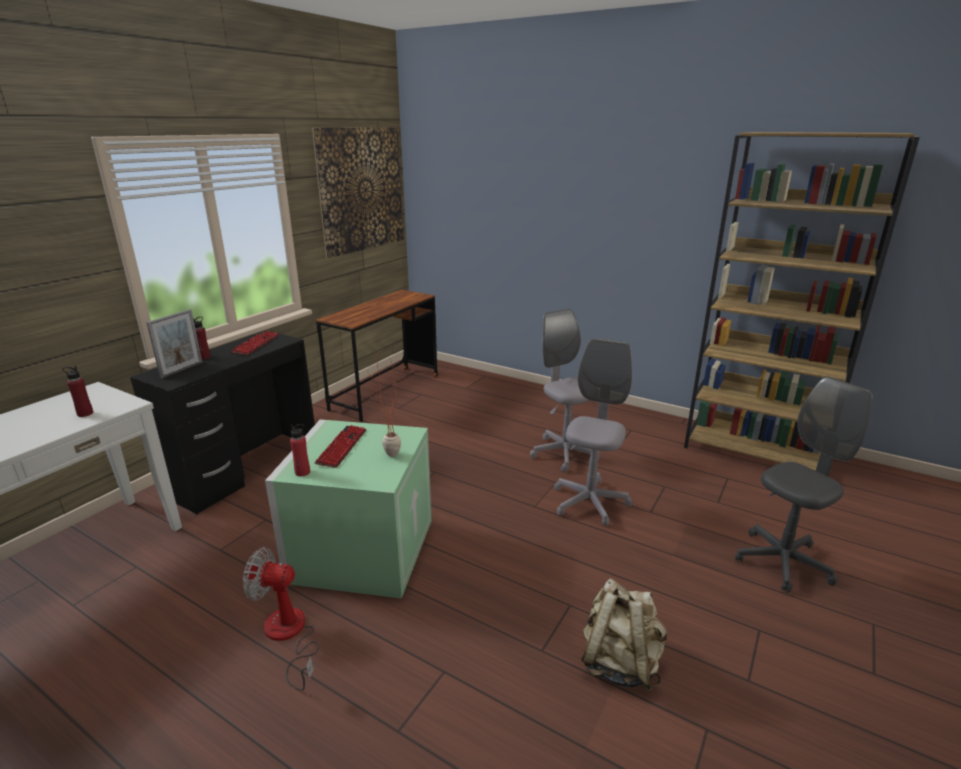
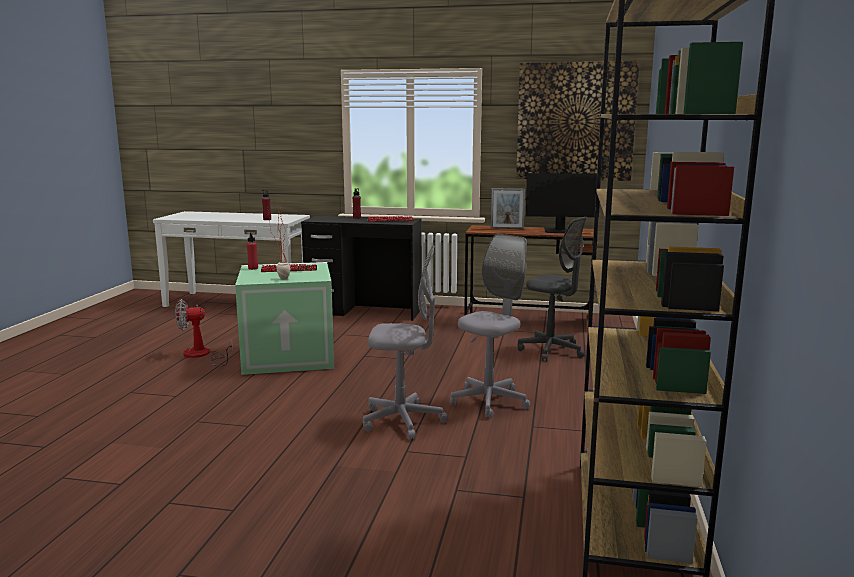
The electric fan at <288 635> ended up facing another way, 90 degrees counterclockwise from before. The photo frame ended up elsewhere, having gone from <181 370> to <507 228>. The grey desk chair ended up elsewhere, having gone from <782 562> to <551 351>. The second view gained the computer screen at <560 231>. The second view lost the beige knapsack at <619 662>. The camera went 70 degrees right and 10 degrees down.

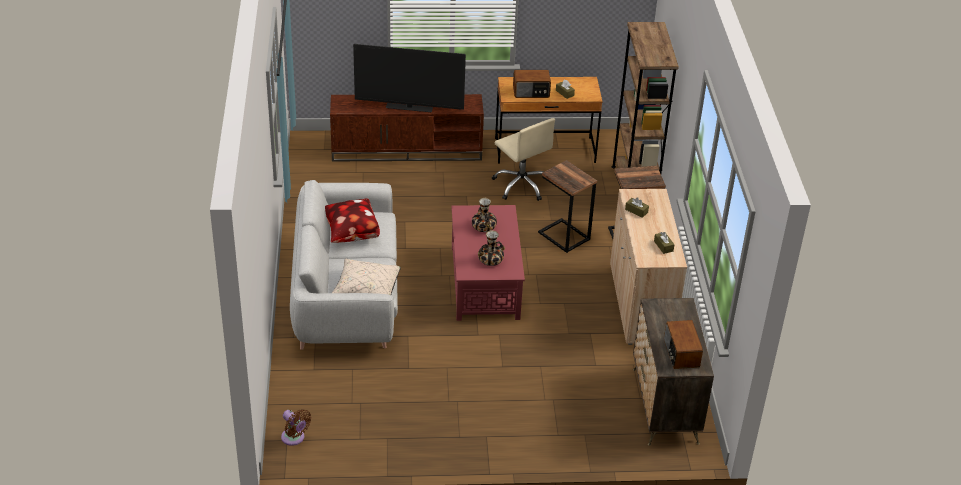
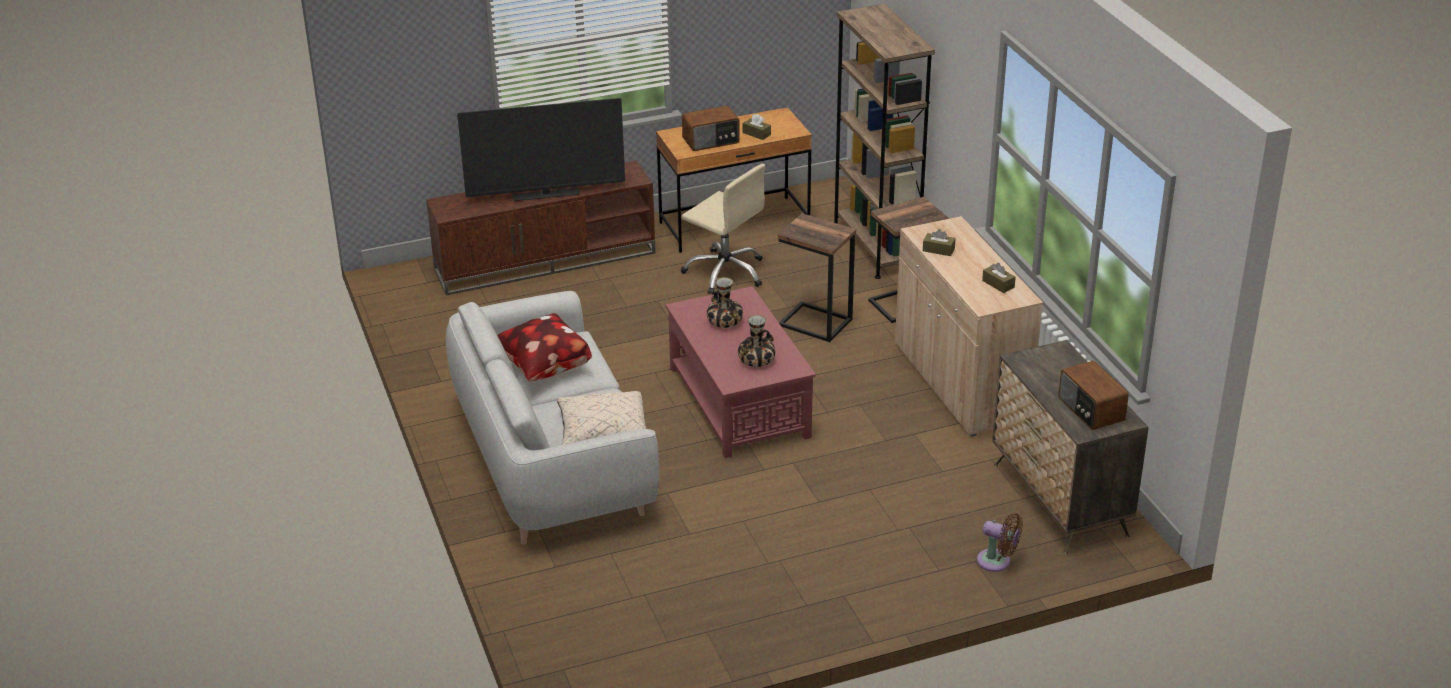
The brown-coloured electric fan ended up elsewhere, having gone from <294 438> to <997 562>. The camera went 15 degrees left and 5 degrees down.

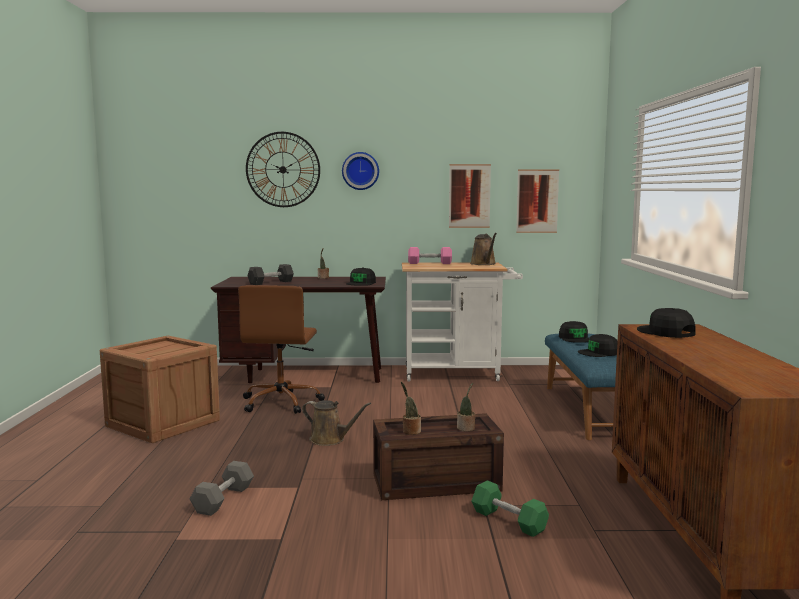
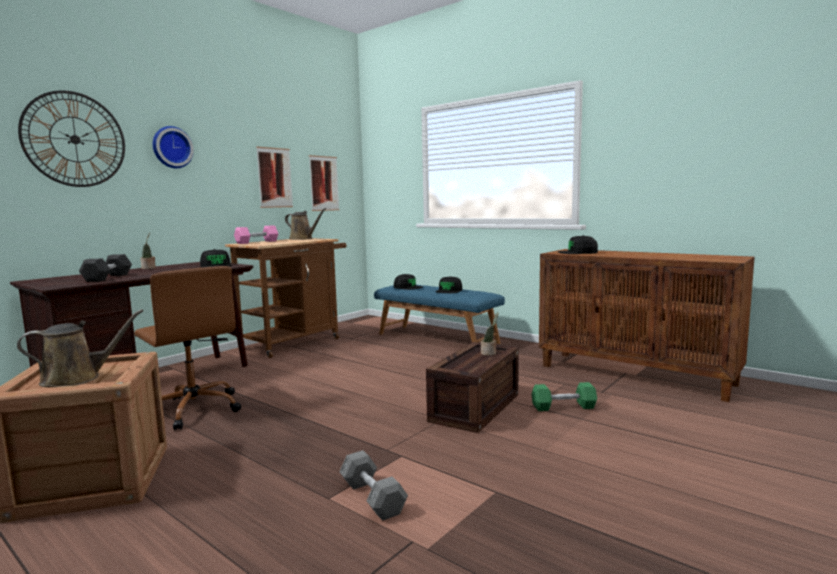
The brown-coloured sprinkling can ended up elsewhere, having gone from <330 440> to <77 378>. What was the white cart at <458 374> turned into the brown-coloured cart at <295 342>. The second view lost the houseplant at <410 431>. The camera went 50 degrees left and 0 degrees up.

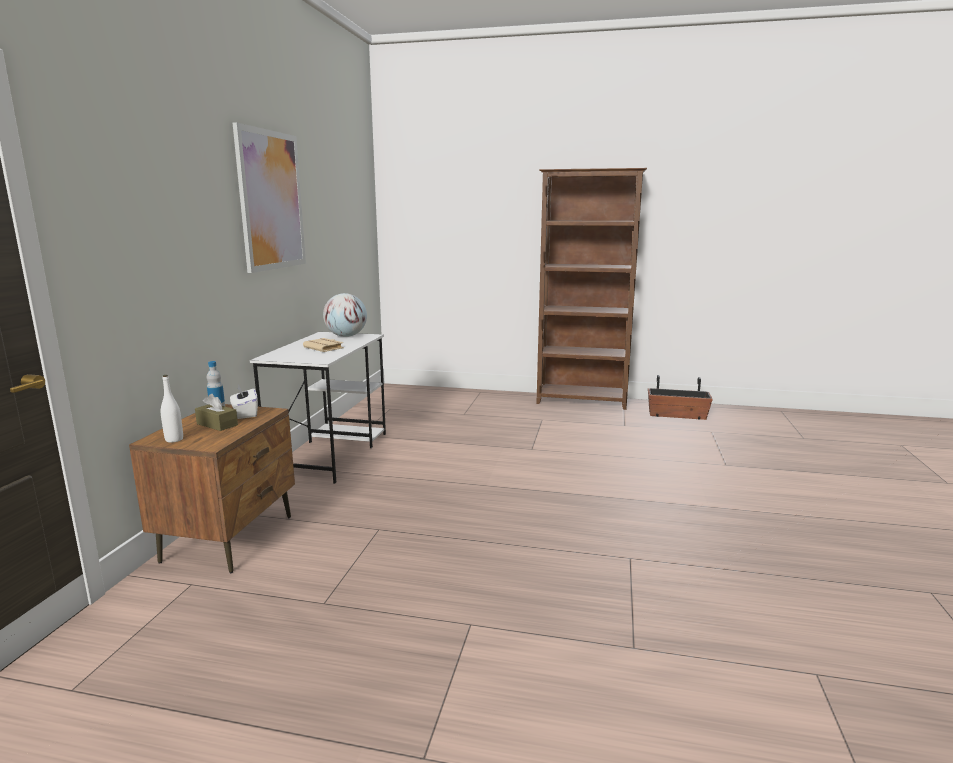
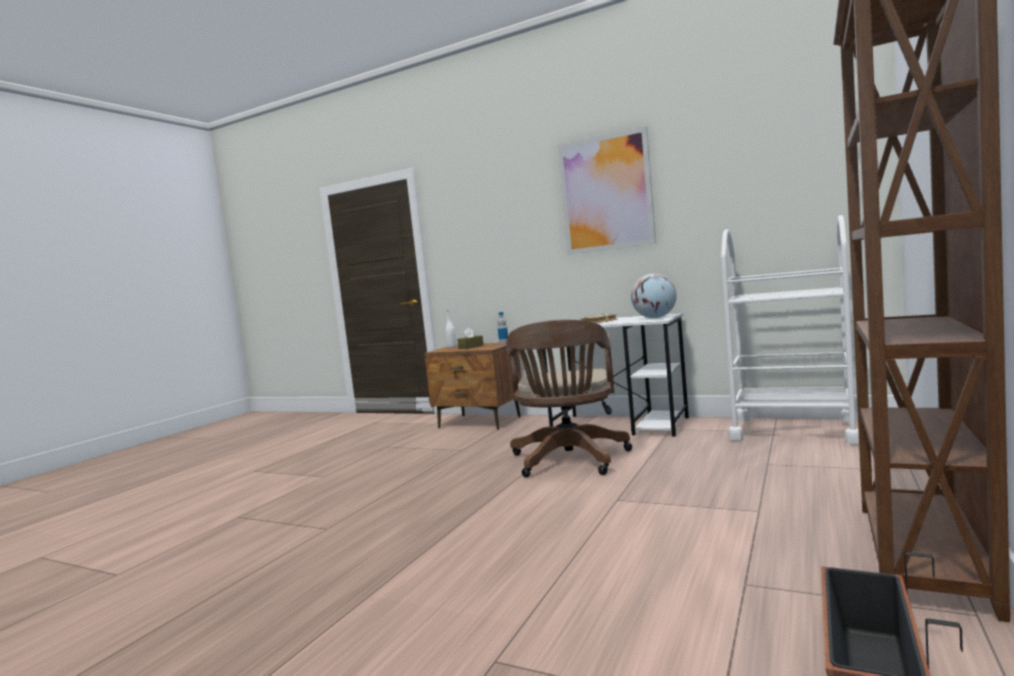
The second view gained the brown-coloured desk chair at <569 461>. The second view gained the white cart at <793 430>. The second view lost the white tissue box at <245 414>. The camera went 105 degrees right and 10 degrees down.

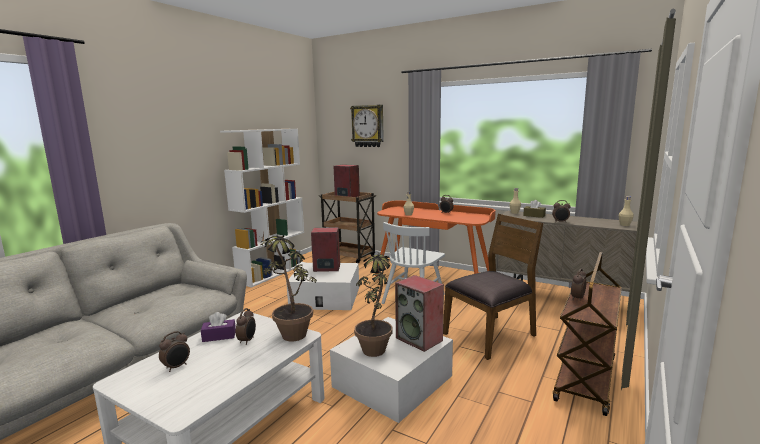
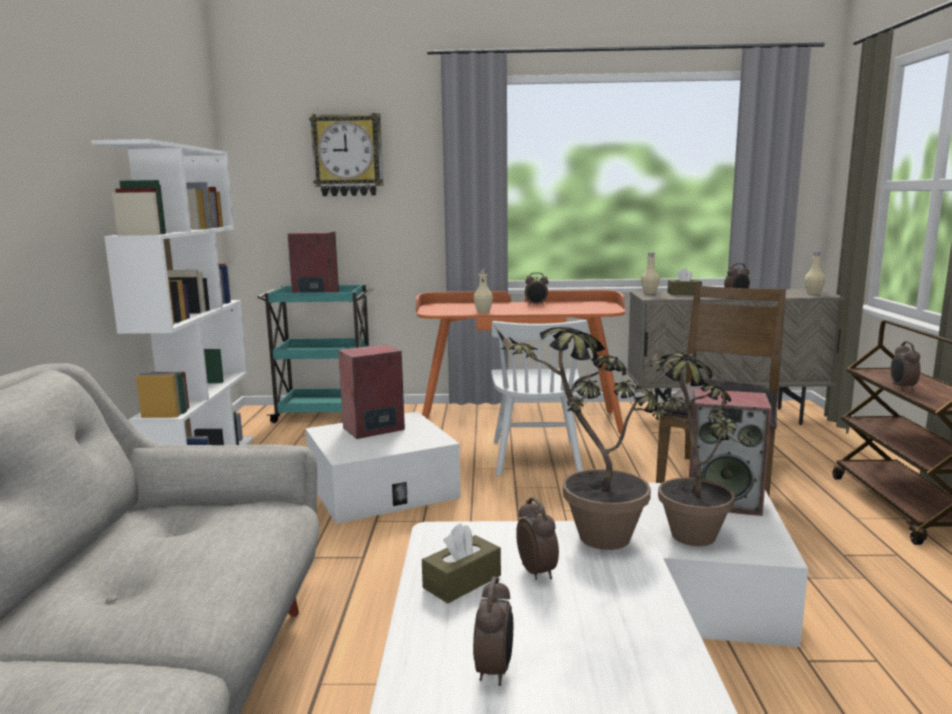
What was the brown-coloured cart at <349 256> turned into the turquoise cart at <325 413>. What was the purple tissue box at <219 336> turned into the brown-coloured tissue box at <462 582>. The camera went 30 degrees left and 0 degrees up.

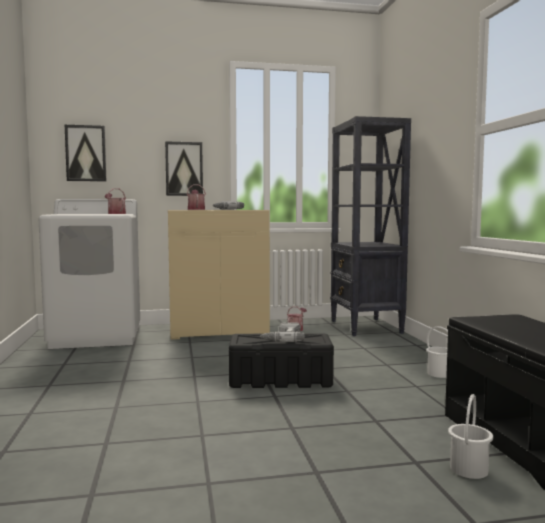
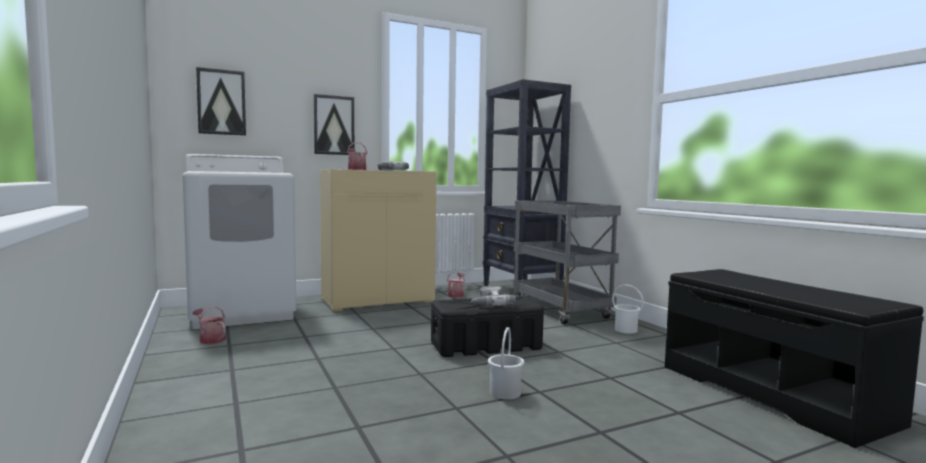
The sprinkling can ended up elsewhere, having gone from <115 213> to <210 339>. The white pail ended up elsewhere, having gone from <469 469> to <505 393>. The second view gained the grey cart at <561 311>. The camera went 15 degrees left and 0 degrees up.

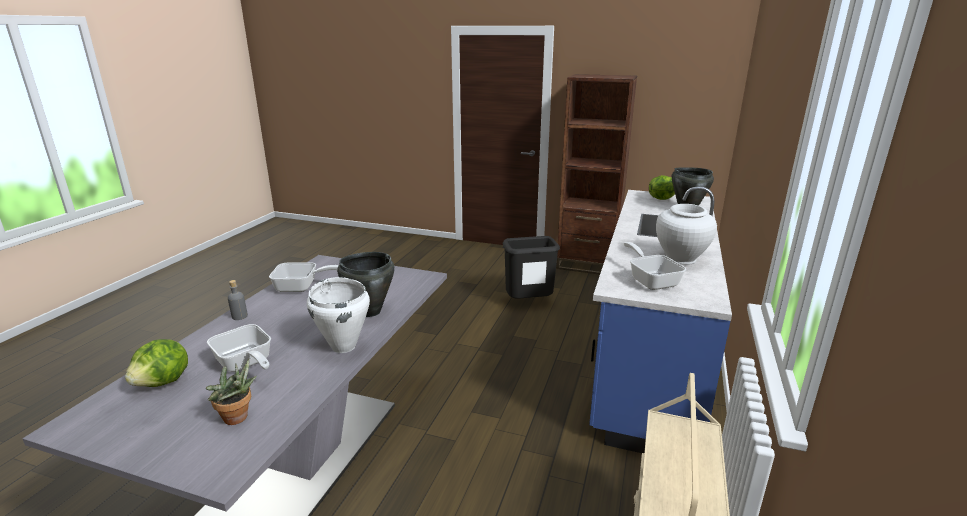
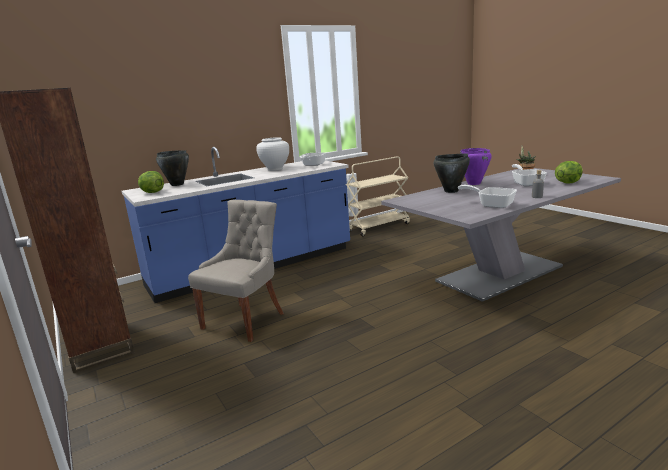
Where the blackish trash can stood at <528 304>, the grey plain chair came to stand at <245 320>. What was the white saucepot at <344 346> turned into the purple saucepot at <473 183>. The camera went 140 degrees left and 5 degrees down.

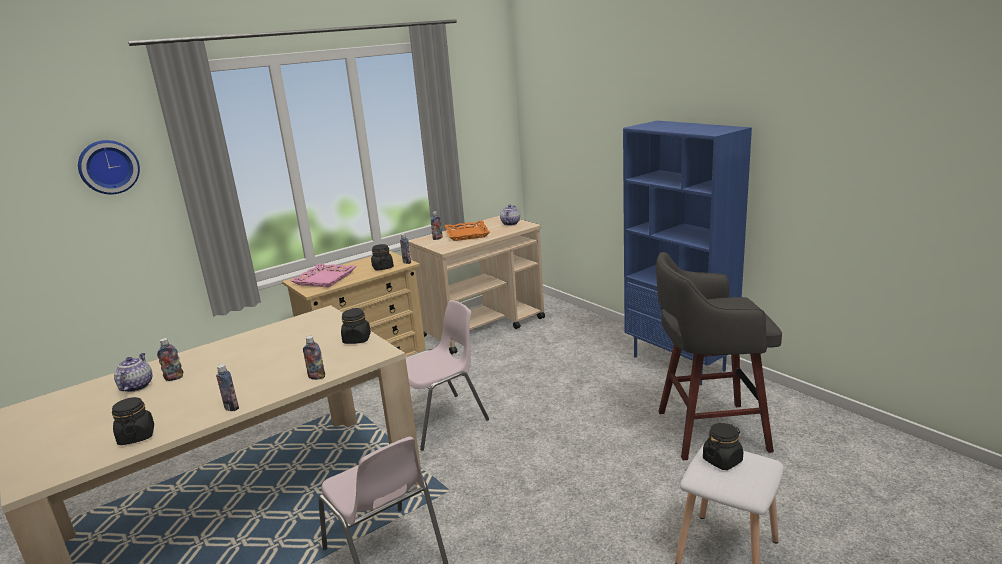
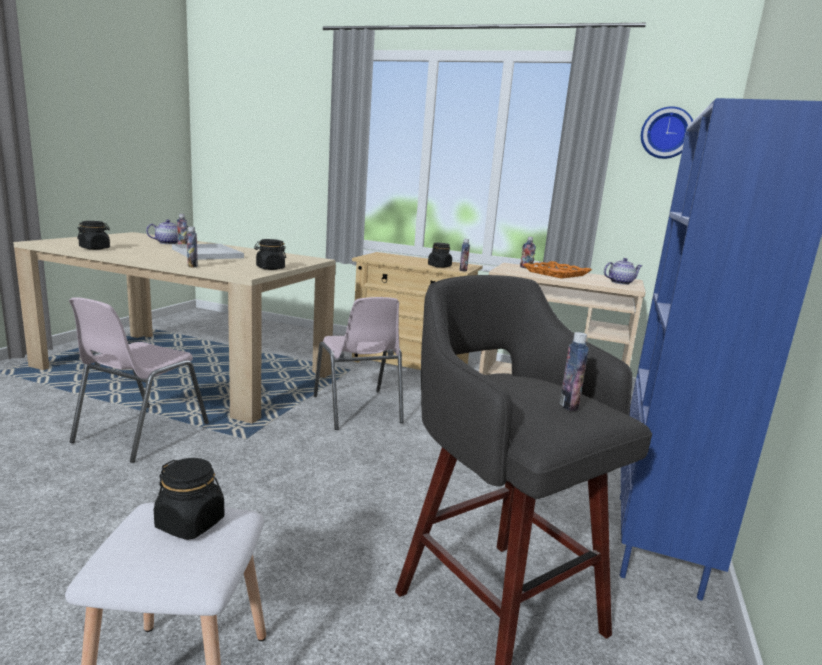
The second view gained the white tray at <208 253>. The pink plain chair at <441 420> ended up facing another way, 45 degrees clockwise from before. The bottle ended up elsewhere, having gone from <231 408> to <568 405>. The wall clock ended up elsewhere, having gone from <108 166> to <666 133>. The second view lost the pink tray at <324 279>. The camera went 55 degrees right and 5 degrees down.

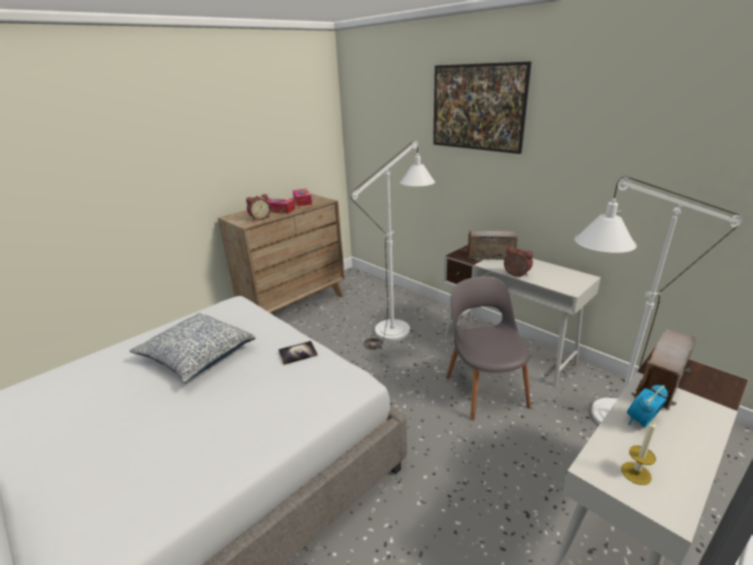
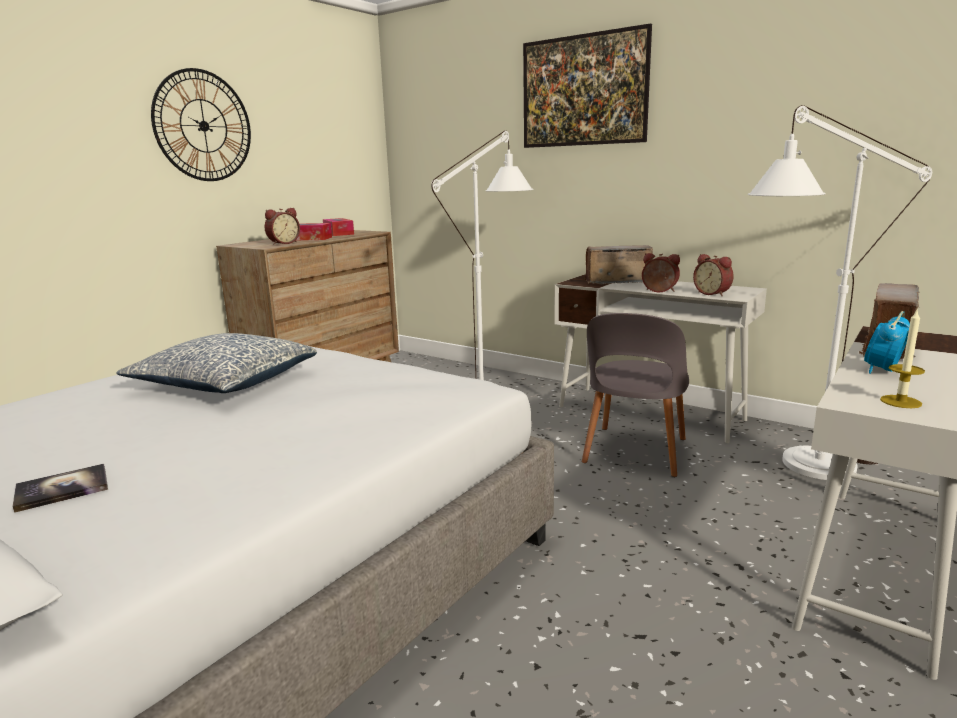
The bound book ended up elsewhere, having gone from <298 353> to <62 489>. The second view gained the wall clock at <203 126>. The grey plain chair at <485 389> ended up facing another way, 135 degrees counterclockwise from before. The second view gained the alarm clock at <713 293>. The camera went 10 degrees left and 10 degrees down.

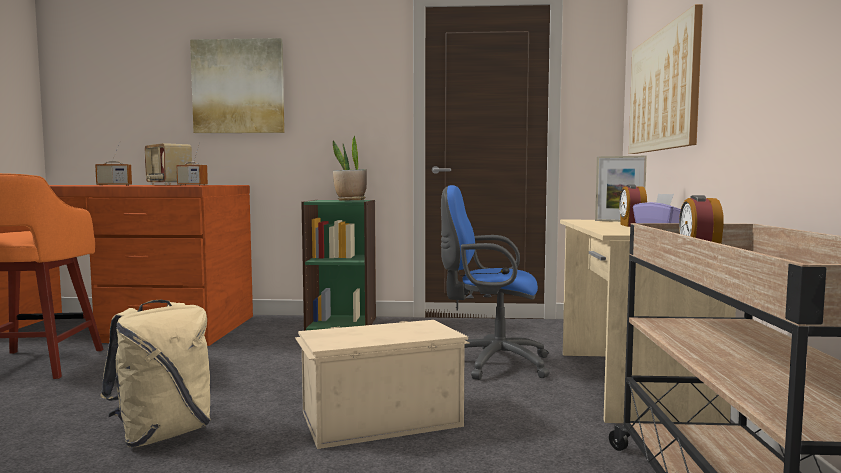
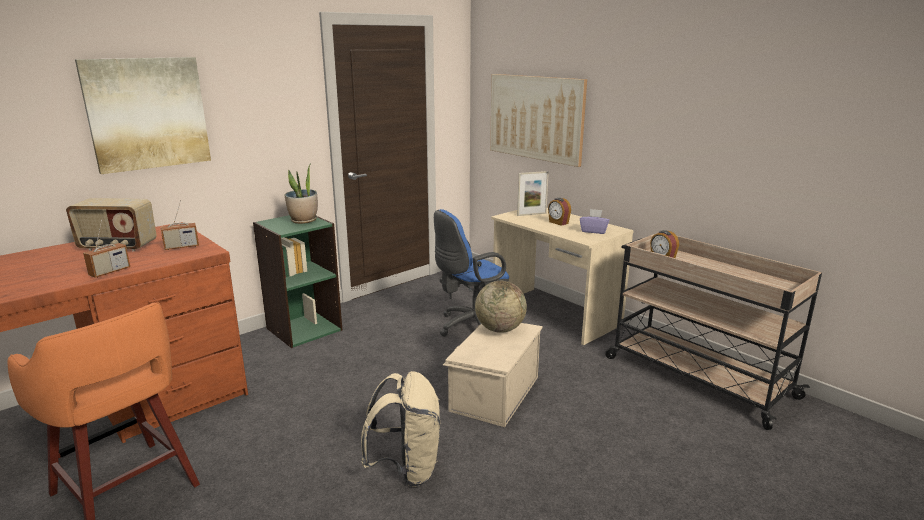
The second view gained the globe at <500 329>. The camera went 45 degrees left and 15 degrees up.

